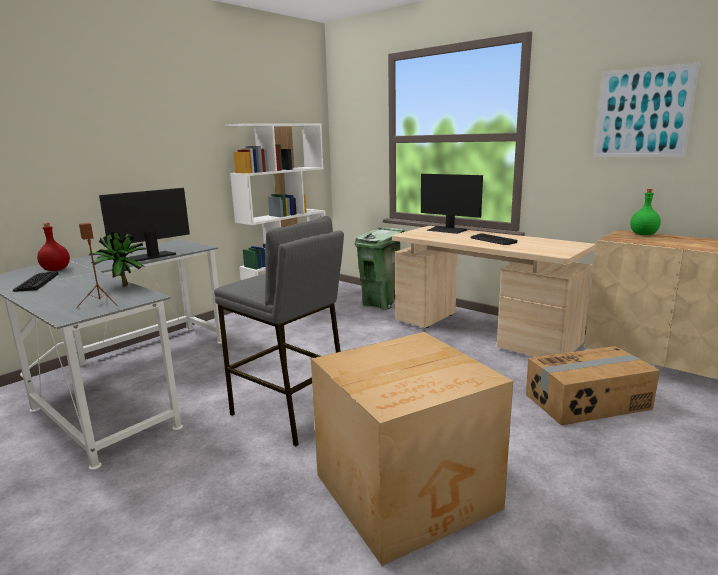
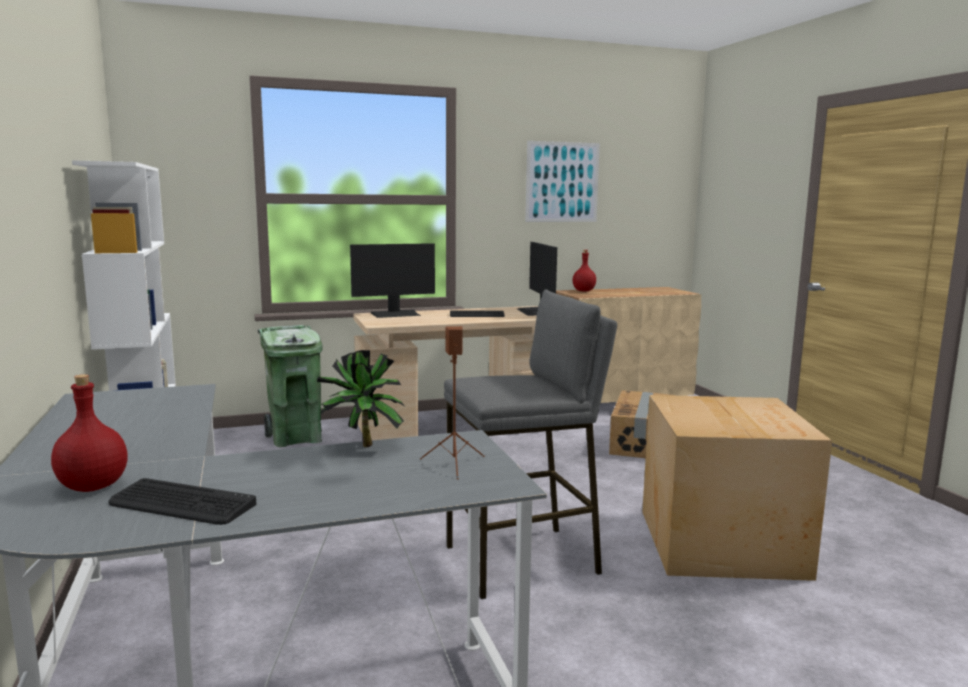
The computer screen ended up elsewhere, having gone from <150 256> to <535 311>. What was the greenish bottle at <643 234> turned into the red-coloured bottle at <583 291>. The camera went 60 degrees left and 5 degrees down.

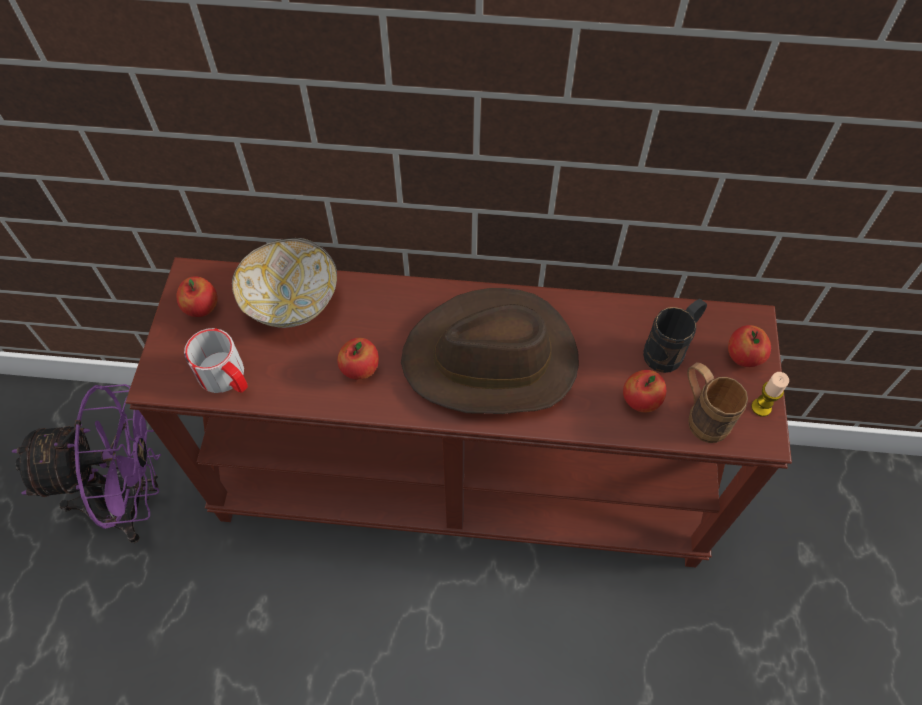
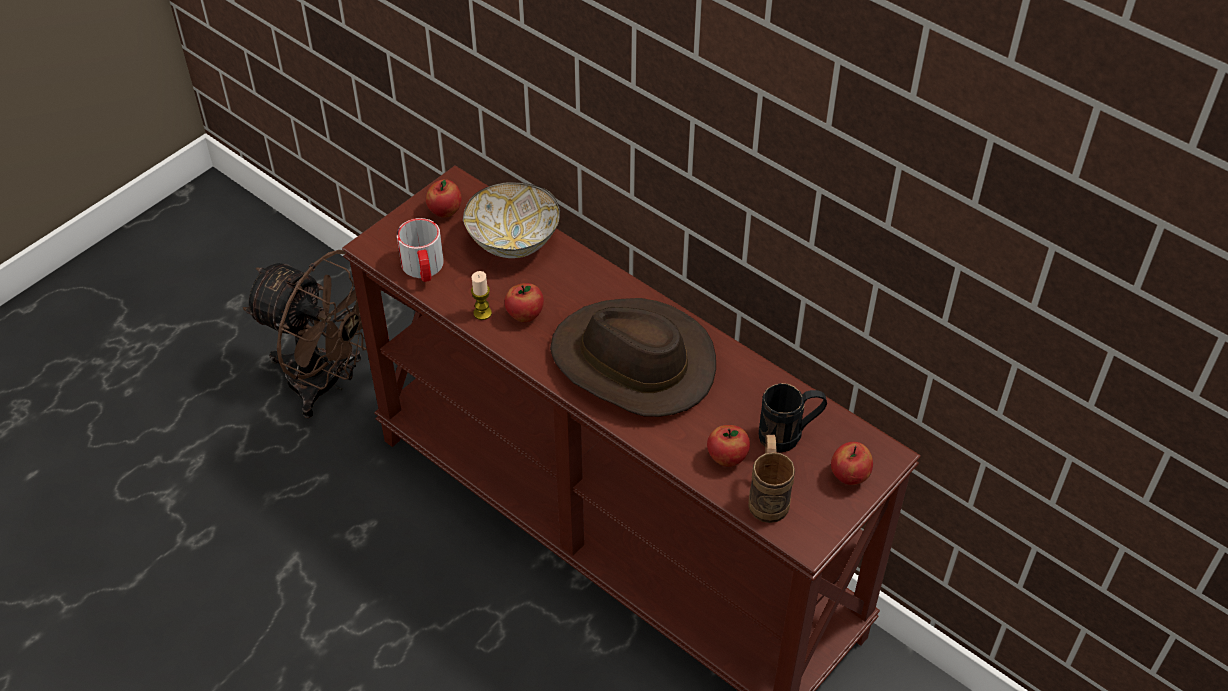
What was the purple electric fan at <131 500> turned into the brown-coloured electric fan at <327 383>. The candle ended up elsewhere, having gone from <761 407> to <482 313>. The camera went 35 degrees right and 10 degrees down.

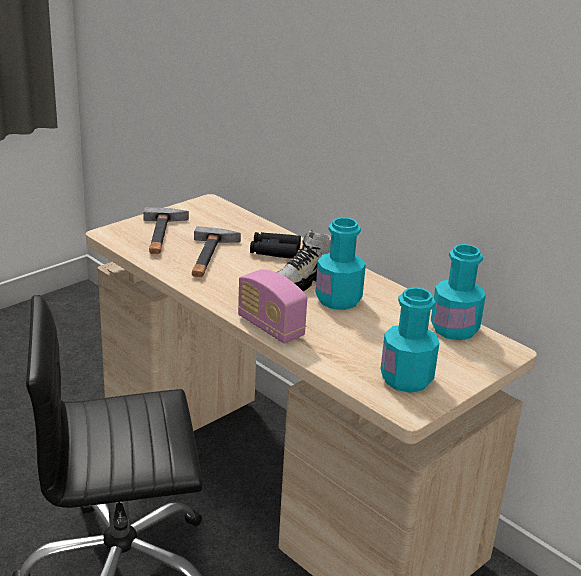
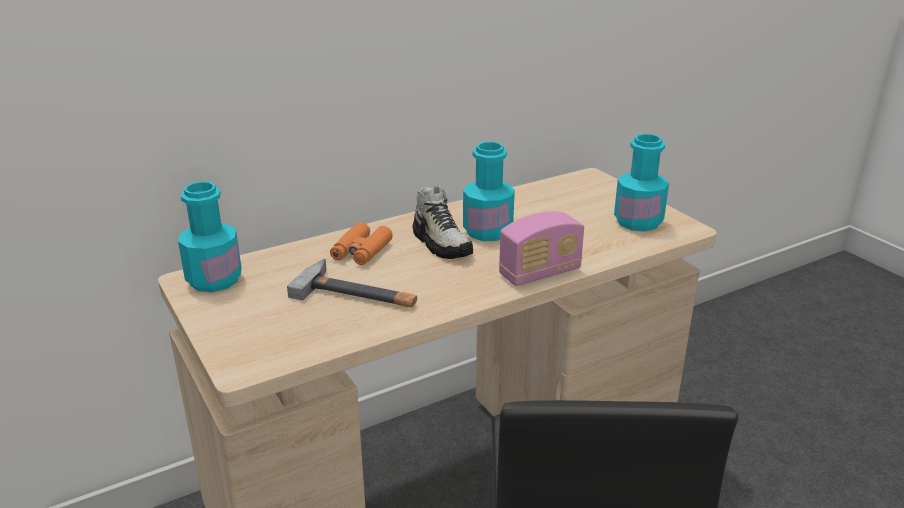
The turquoise bottle ended up elsewhere, having gone from <454 329> to <214 280>. What was the blackish pair of binoculars at <275 251> turned into the orange-coloured pair of binoculars at <361 251>. The second view lost the hand hammer at <162 235>. The camera went 75 degrees left and 0 degrees up.

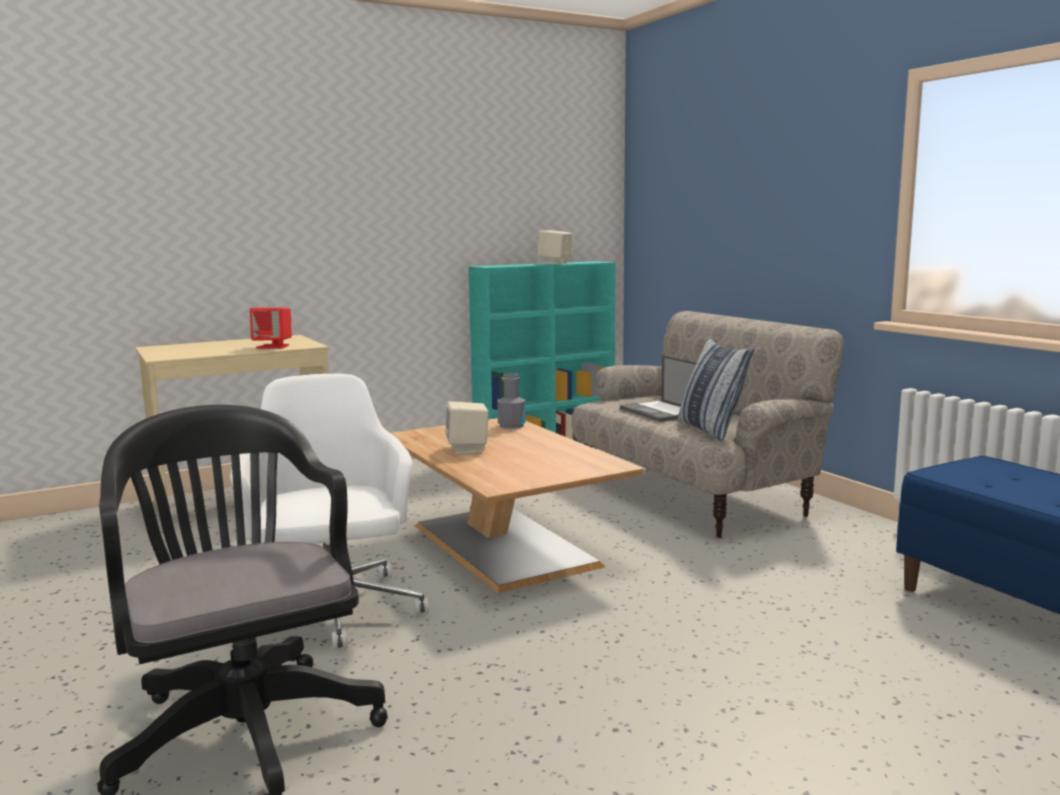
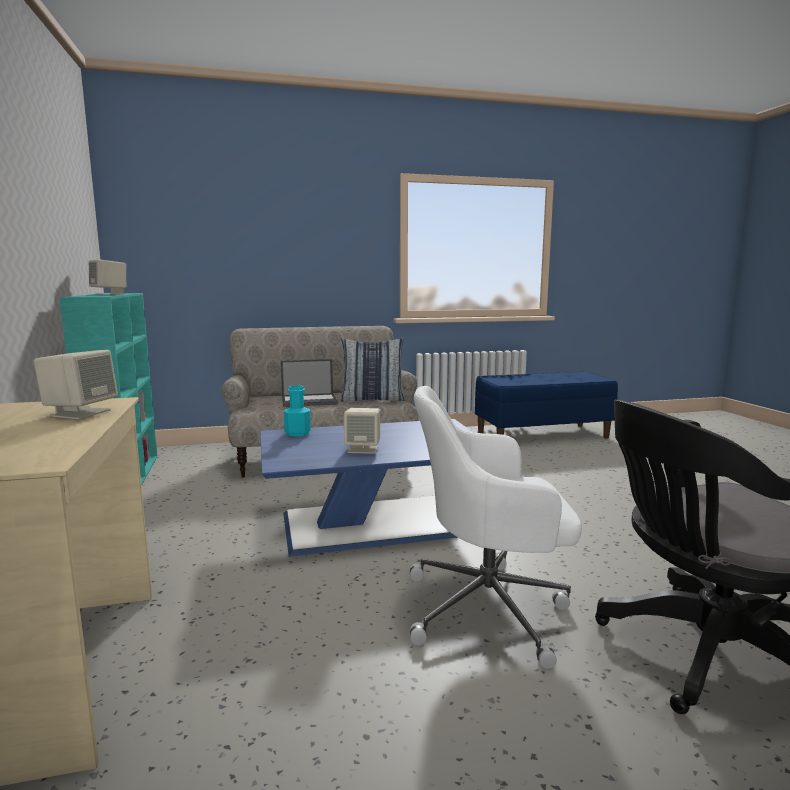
What was the red-coloured speaker at <273 346> turned into the beige speaker at <80 413>. What was the brown-coloured coffee table at <506 546> turned into the blue-coloured coffee table at <375 523>. What was the grey bottle at <511 425> turned into the turquoise bottle at <297 433>. The camera went 75 degrees left and 0 degrees up.

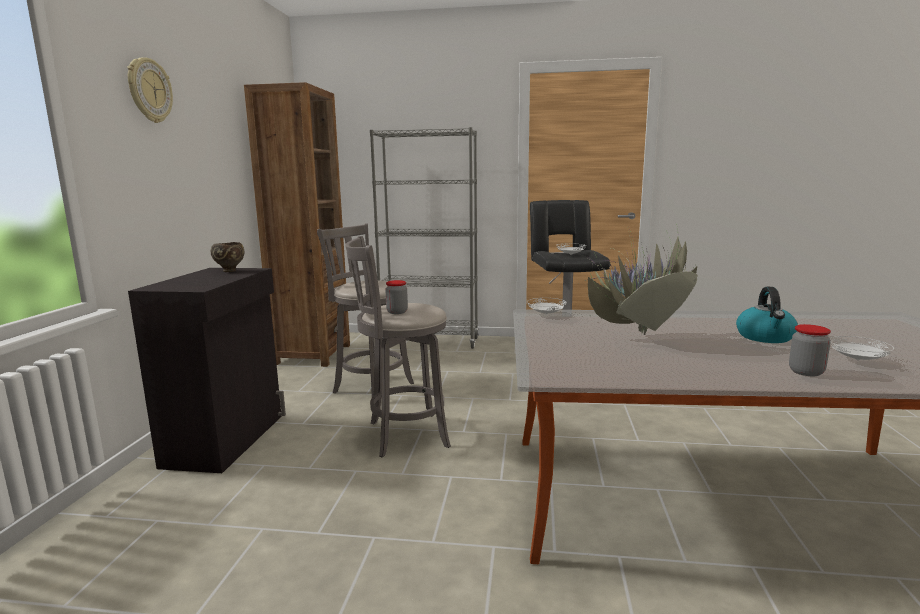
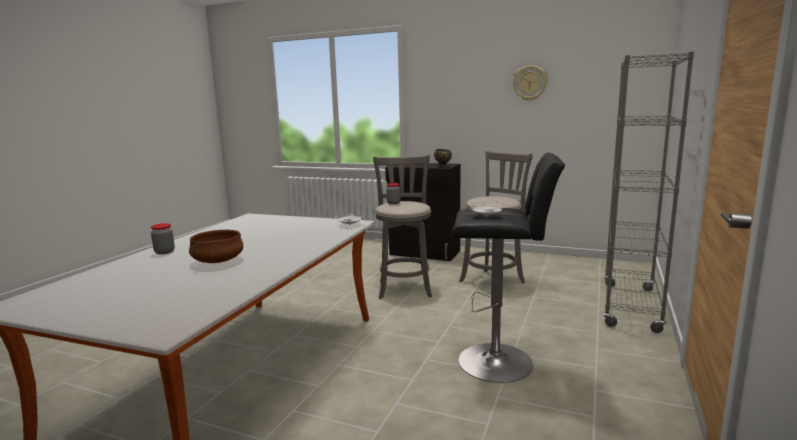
Where the water kettle stood at <765 337>, the brown-coloured saucepot came to stand at <218 261>. The wall clock ended up elsewhere, having gone from <149 91> to <530 83>. The second view lost the brown-coloured bookshelf at <312 354>. The second view lost the houseplant at <638 338>. The second view lost the white plate at <857 360>. The camera went 105 degrees right and 0 degrees up.

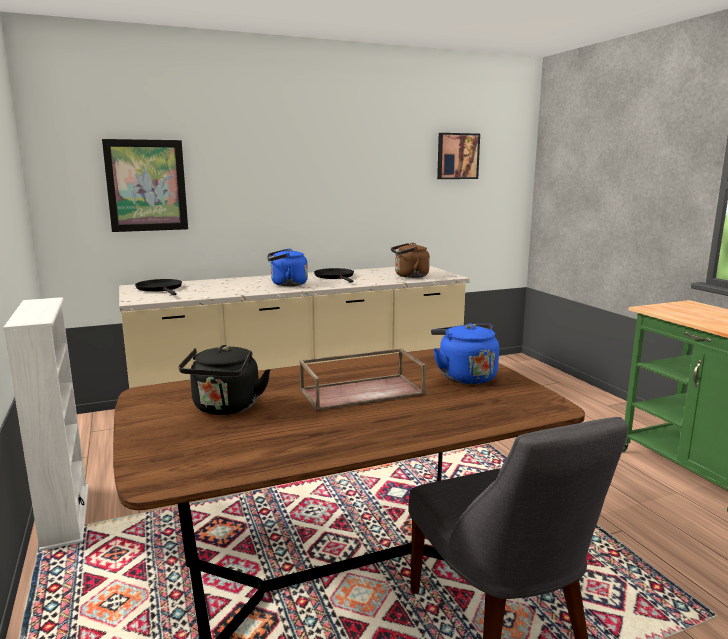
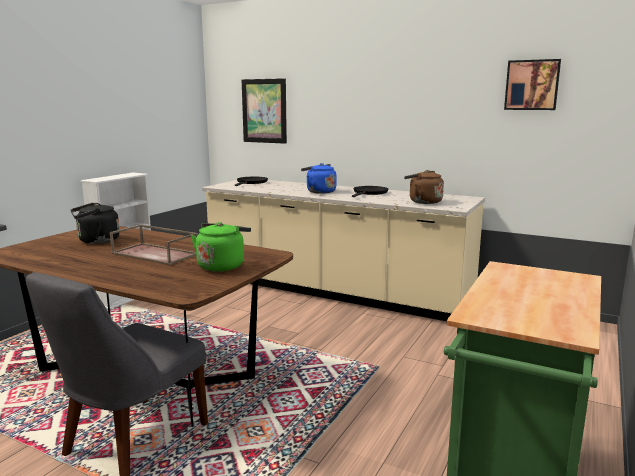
What was the blue-coloured water kettle at <464 376> turned into the greenish water kettle at <222 265>. The camera went 50 degrees right and 0 degrees up.

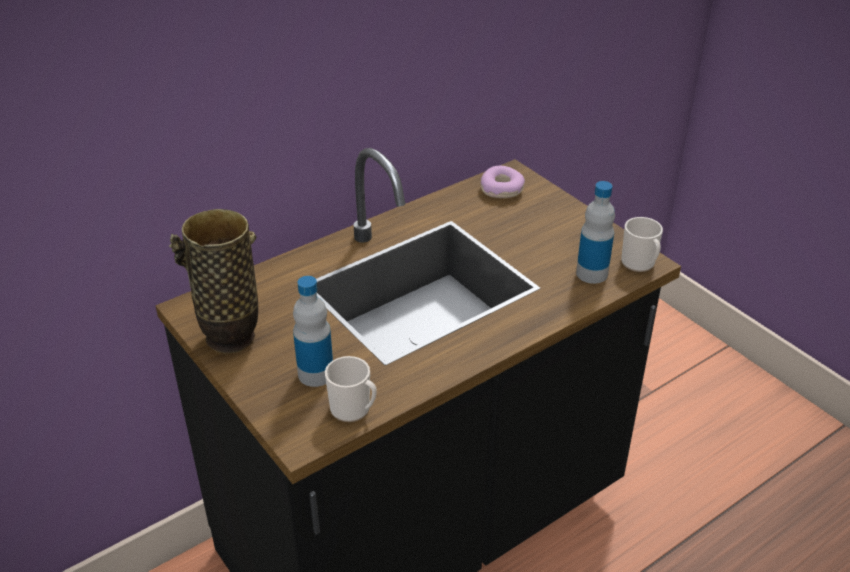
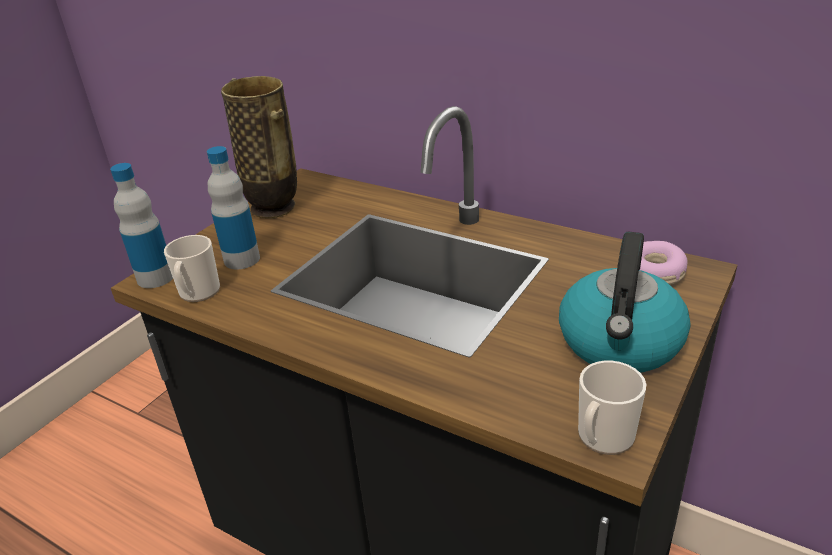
The bottle ended up elsewhere, having gone from <592 273> to <156 277>. The second view gained the water kettle at <620 343>. The camera went 70 degrees right and 5 degrees down.

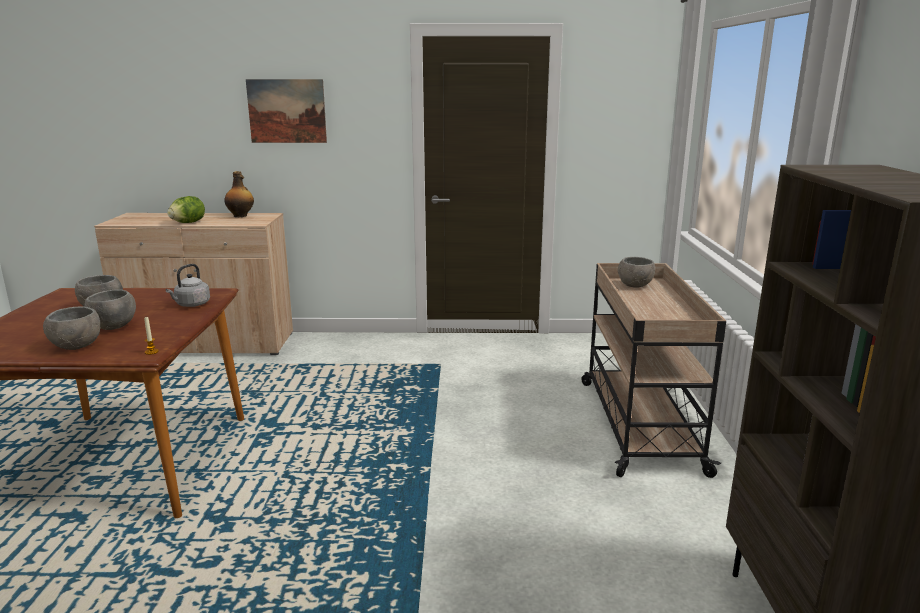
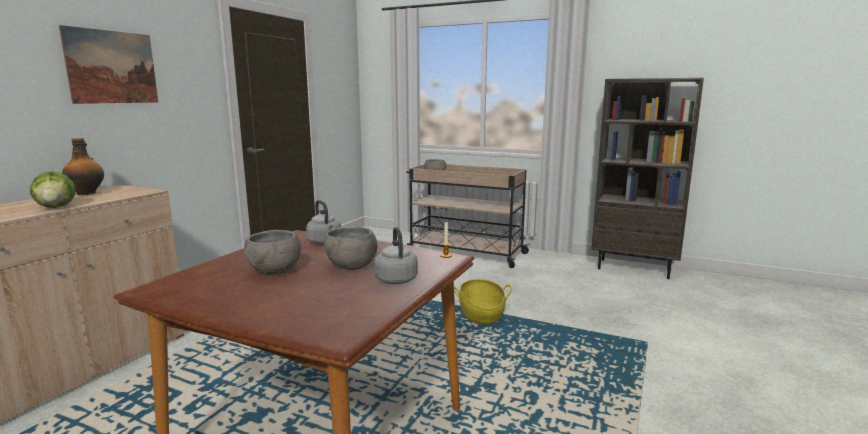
Where the grey deep dish stood at <77 346>, the grey water kettle came to stand at <396 279>. The second view gained the household basket at <481 314>. The camera went 65 degrees left and 5 degrees down.

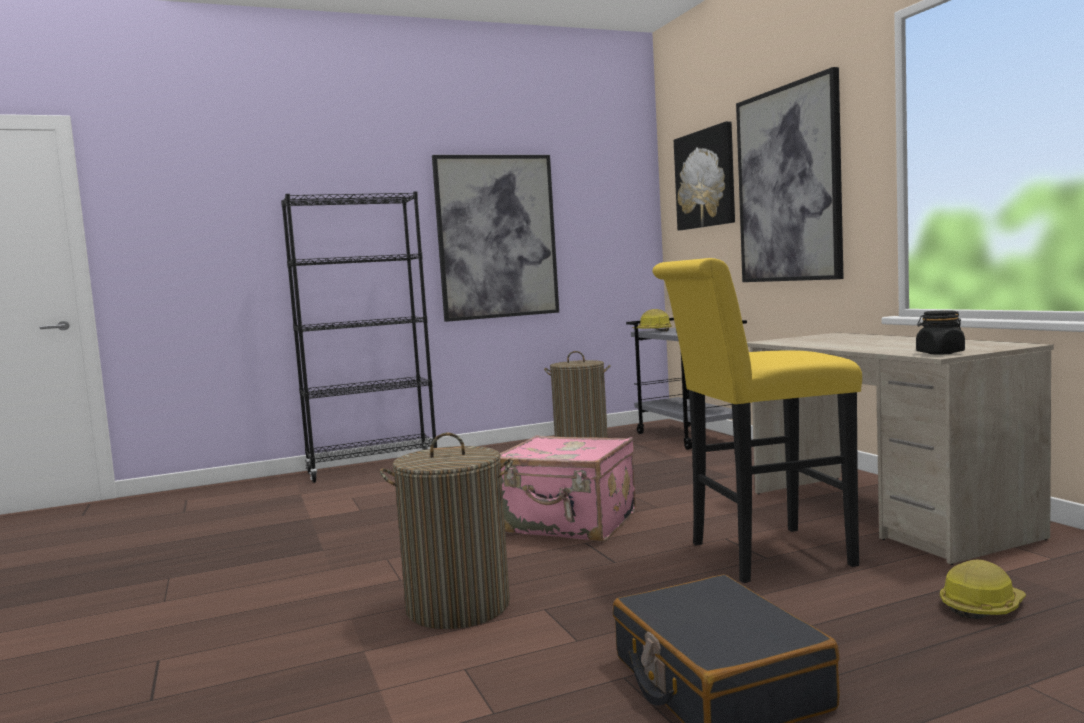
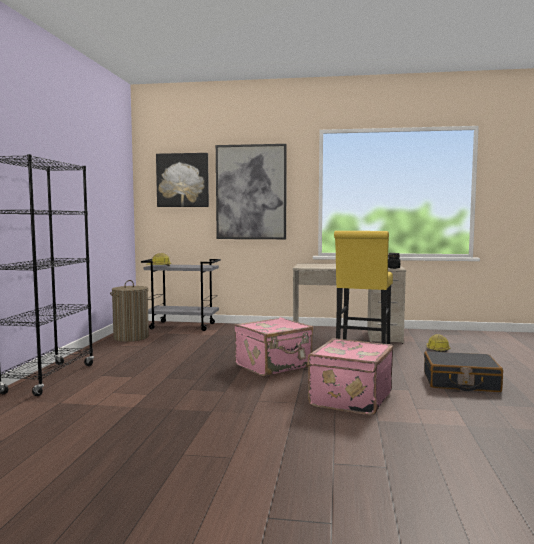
Where the laundry basket stood at <457 607>, the pink piece of luggage came to stand at <349 399>. The second view lost the wall art at <496 237>. The camera went 60 degrees left and 0 degrees up.

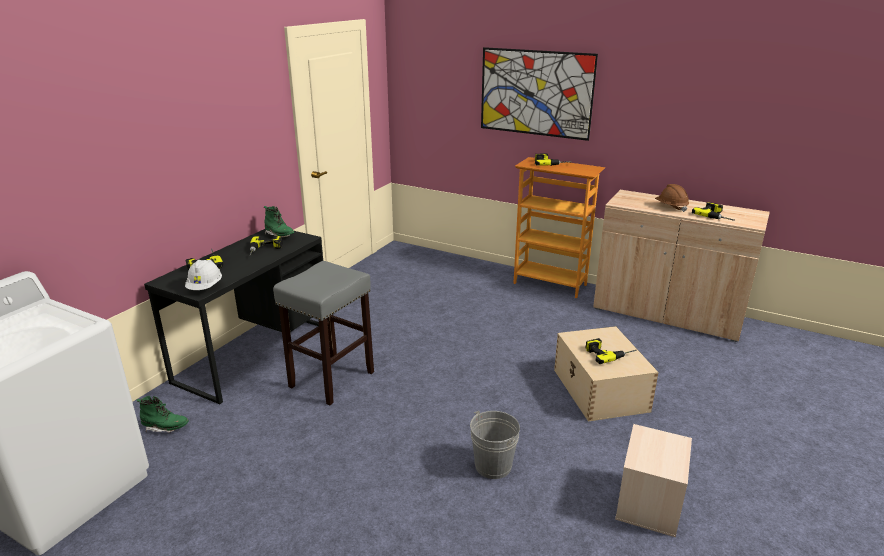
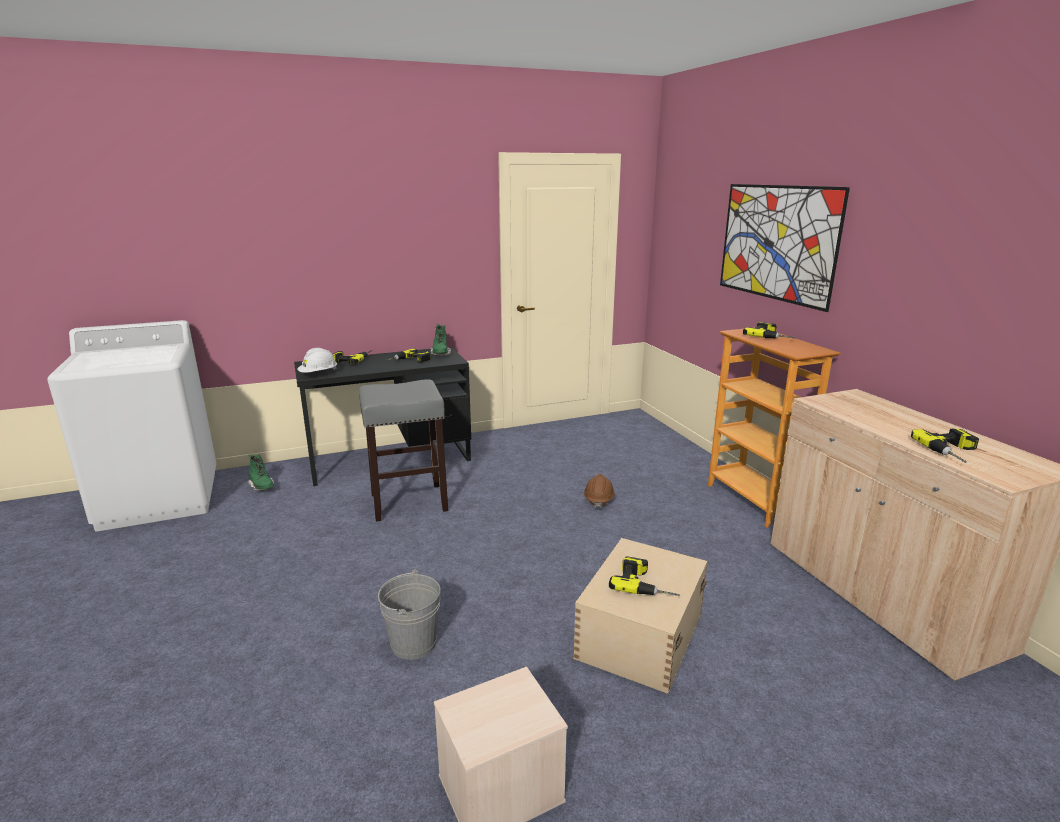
The brown-coloured work helmet ended up elsewhere, having gone from <670 207> to <598 500>. The camera went 40 degrees right and 5 degrees down.

